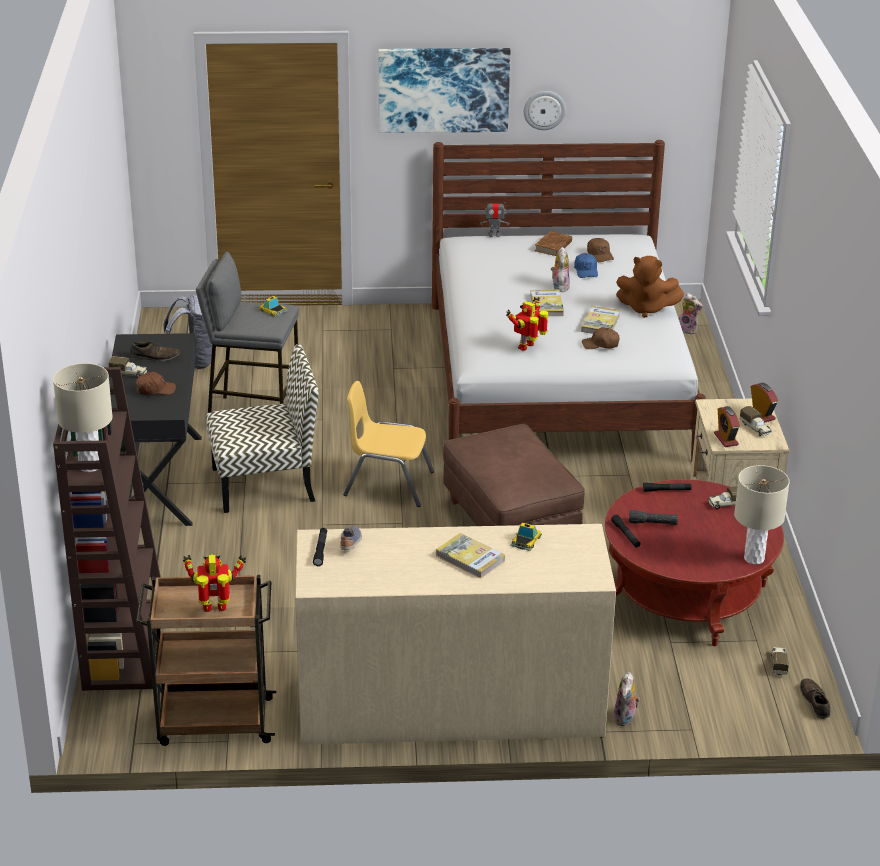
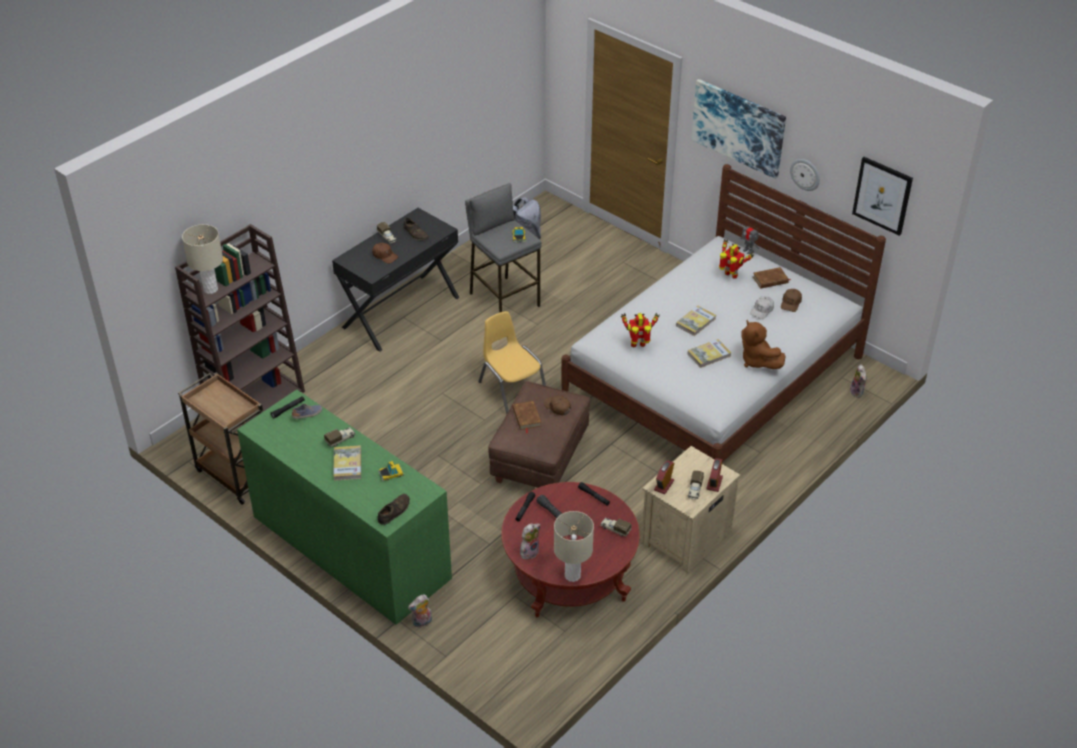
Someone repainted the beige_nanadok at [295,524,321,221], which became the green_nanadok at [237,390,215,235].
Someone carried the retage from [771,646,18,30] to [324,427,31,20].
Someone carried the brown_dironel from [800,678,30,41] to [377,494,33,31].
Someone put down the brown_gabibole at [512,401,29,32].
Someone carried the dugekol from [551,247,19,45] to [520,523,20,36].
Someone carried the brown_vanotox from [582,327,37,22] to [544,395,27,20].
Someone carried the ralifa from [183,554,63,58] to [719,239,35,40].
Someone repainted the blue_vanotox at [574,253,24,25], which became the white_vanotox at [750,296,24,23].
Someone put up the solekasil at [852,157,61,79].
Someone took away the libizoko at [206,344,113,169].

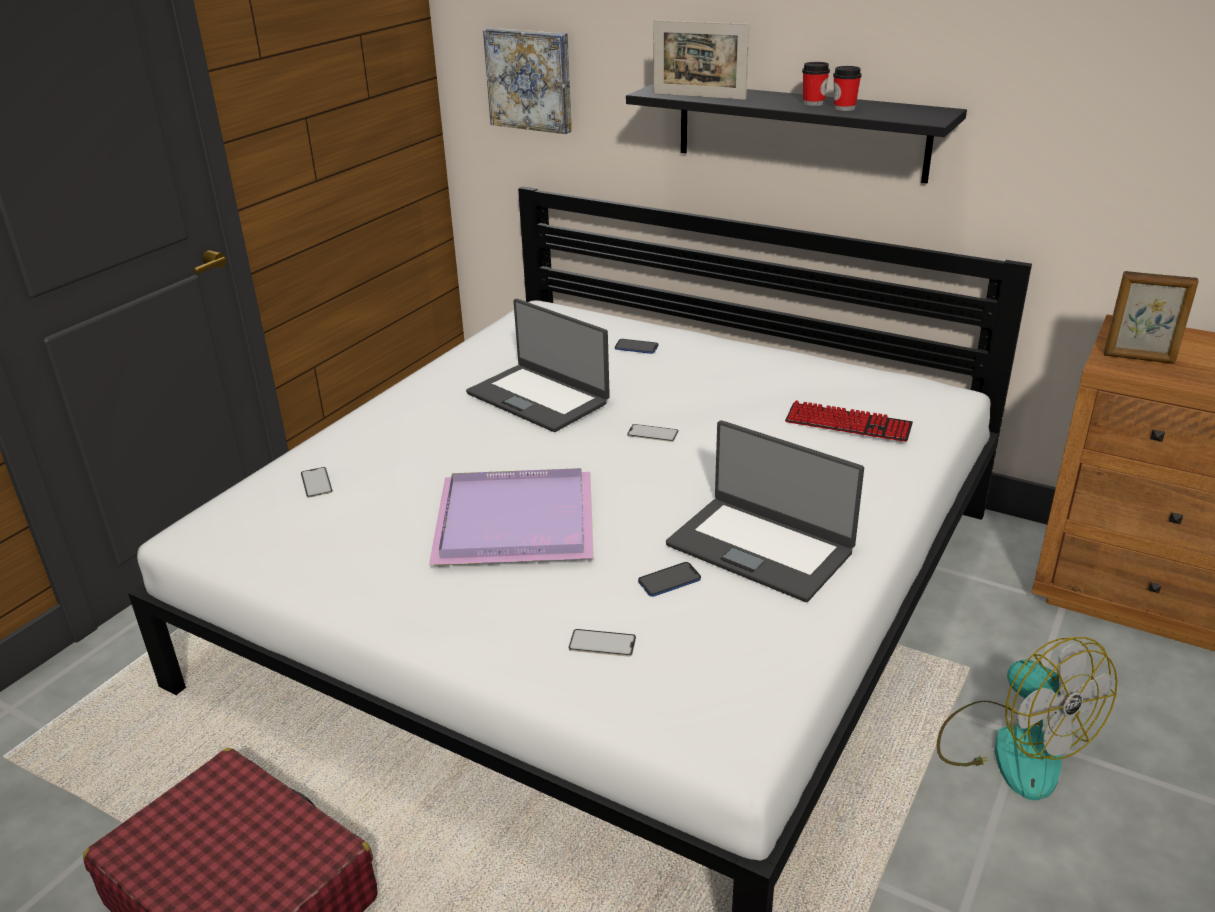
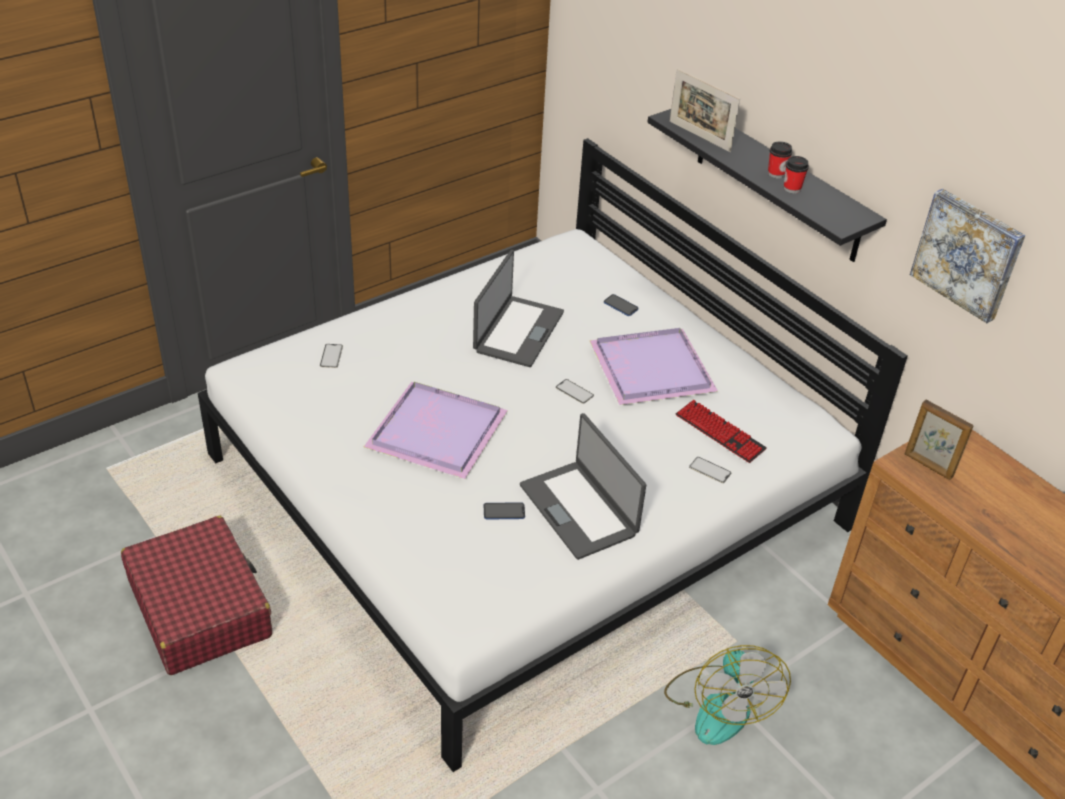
Someone rotated the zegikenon at [466,299,144,133] by 135 degrees counterclockwise.
Someone put down the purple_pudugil at [590,328,128,77].
Someone carried the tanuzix from [569,629,67,28] to [689,457,42,26].
Someone carried the solekasil from [483,28,89,106] to [910,189,115,134].

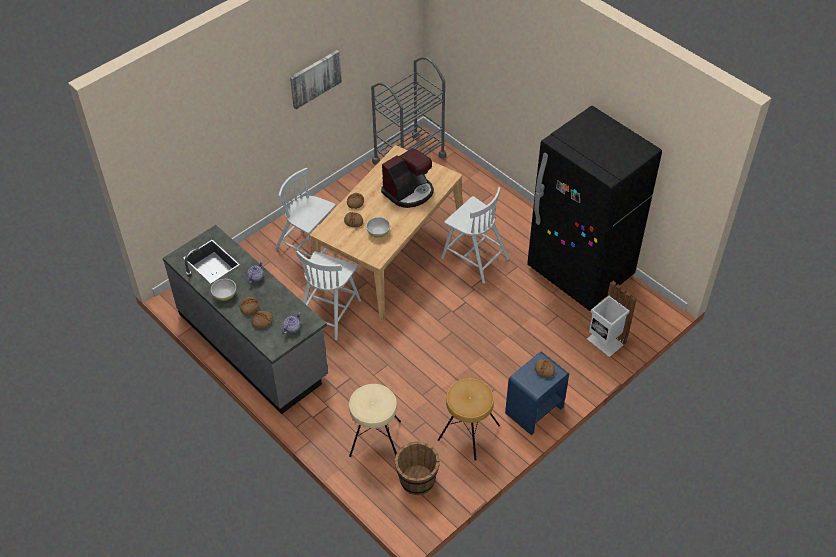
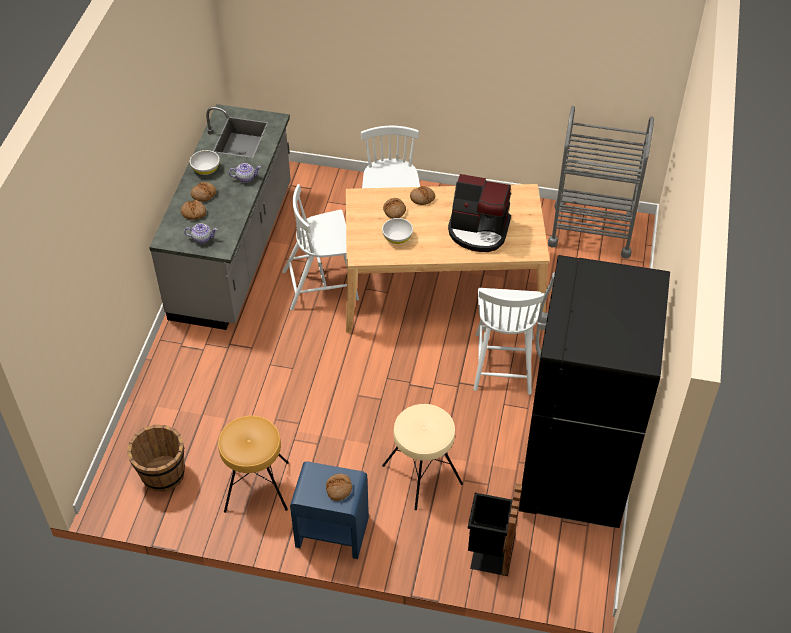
Someone carried the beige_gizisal from [349,384,52,73] to [382,404,81,106].
Someone repainted the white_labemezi at [587,281,50,76], which became the black_labemezi at [468,484,54,92].
Someone took away the solekasil at [290,50,52,59].

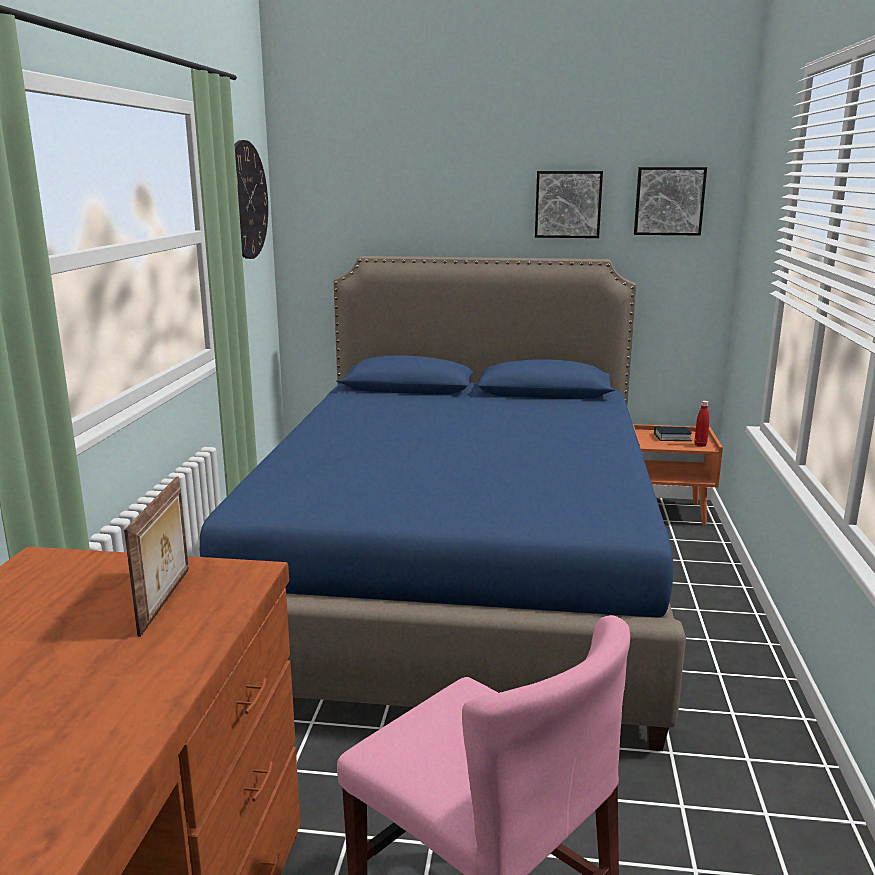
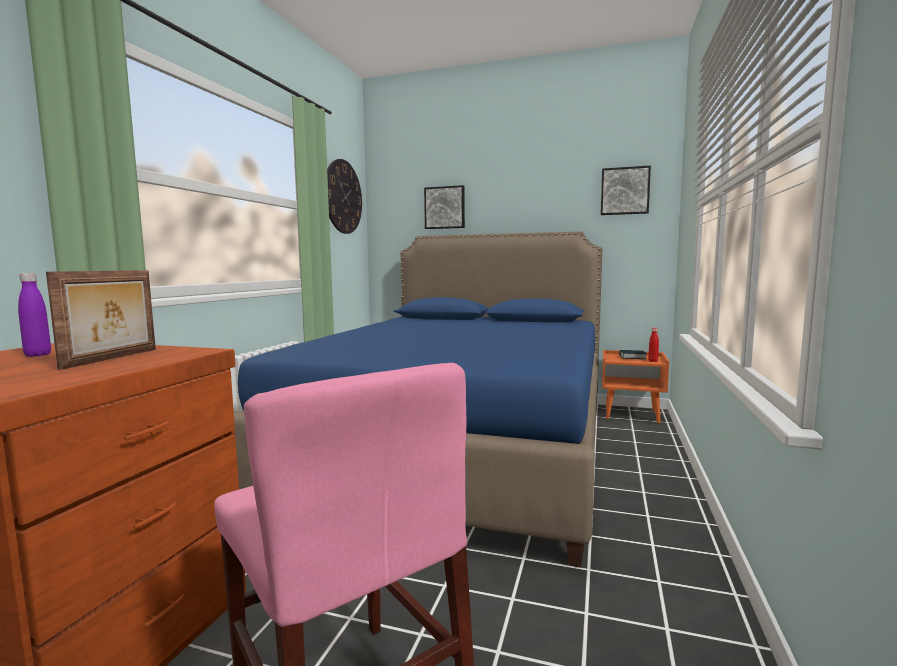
Someone put down the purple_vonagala at [18,274,33,83].
Someone carried the solekasil from [535,171,68,67] to [424,185,41,44].

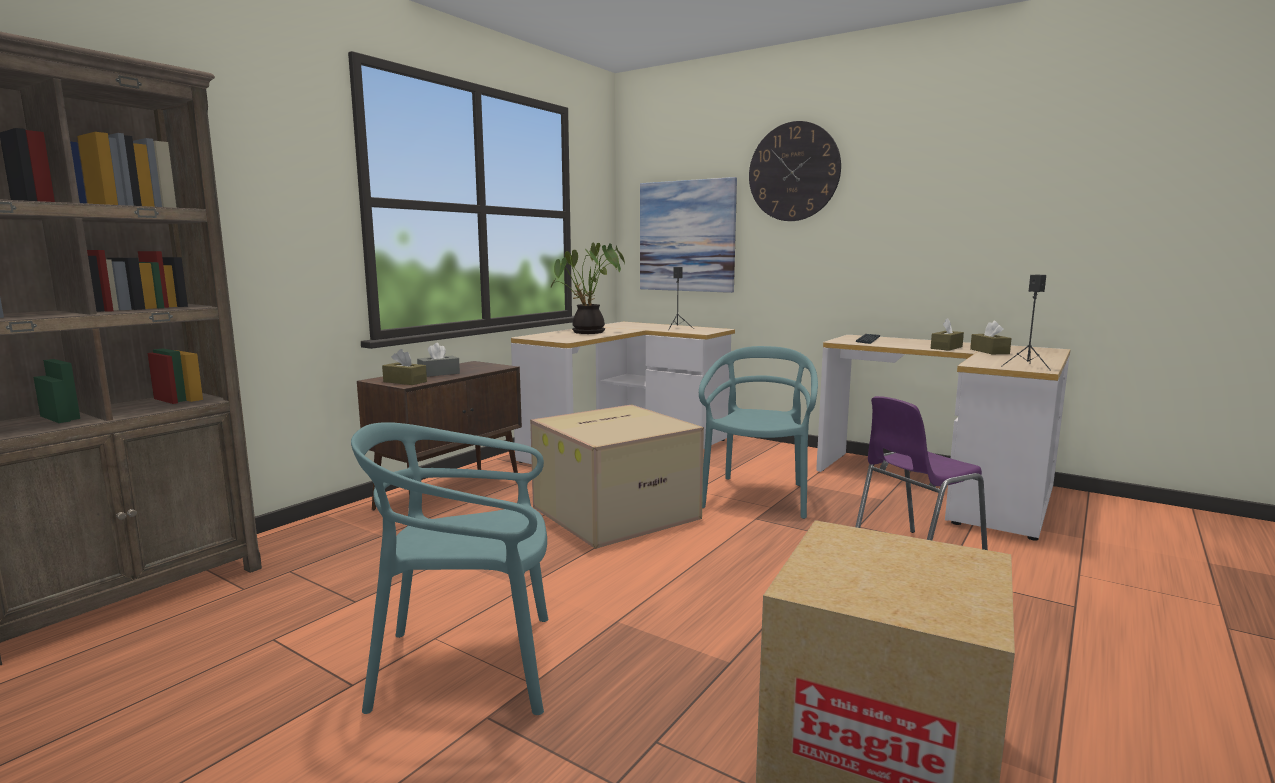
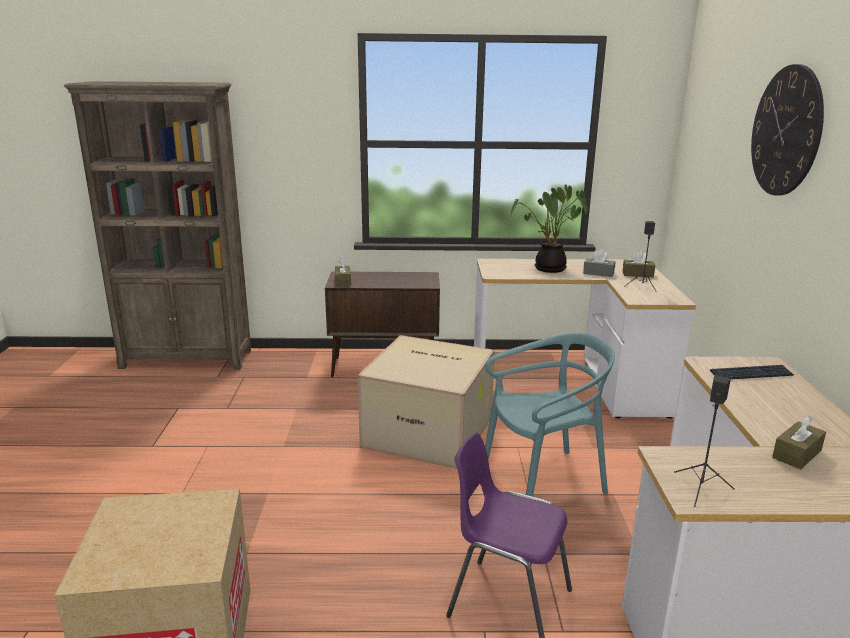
Someone carried the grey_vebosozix from [417,343,43,34] to [583,249,32,28].
Someone carried the brown_vebosozix from [931,318,33,33] to [623,250,32,28].
Someone took away the turquoise_libizoko at [351,422,197,293].
Someone took away the solekasil at [640,177,97,116].

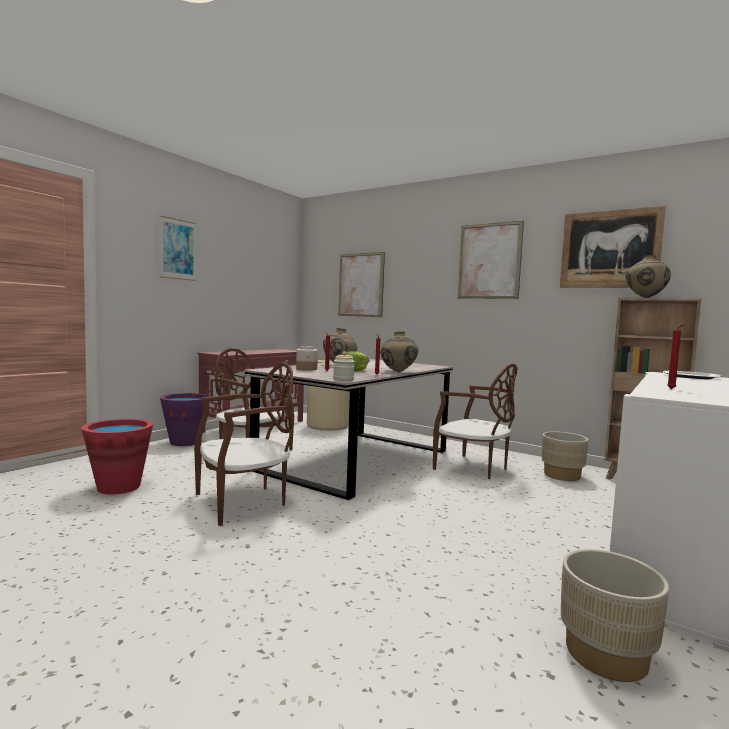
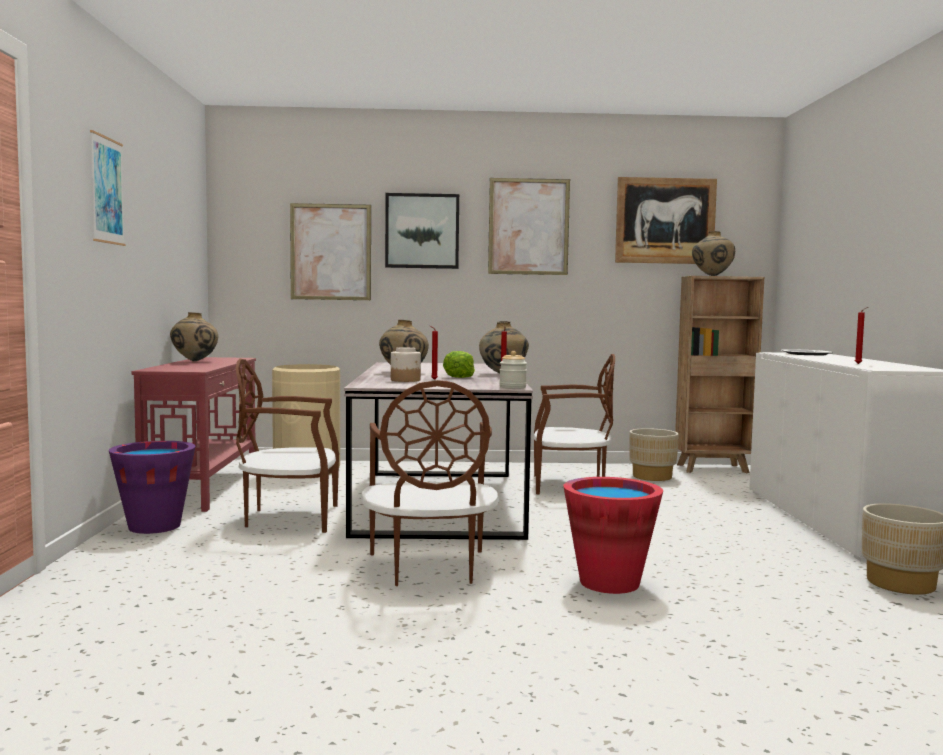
Someone put down the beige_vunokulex at [170,312,48,49].
Someone rotated the brown_libizoko at [194,362,99,164] by 150 degrees clockwise.
Someone put up the solekasil at [385,193,74,76].
Someone carried the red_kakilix from [81,419,72,75] to [563,477,100,117].

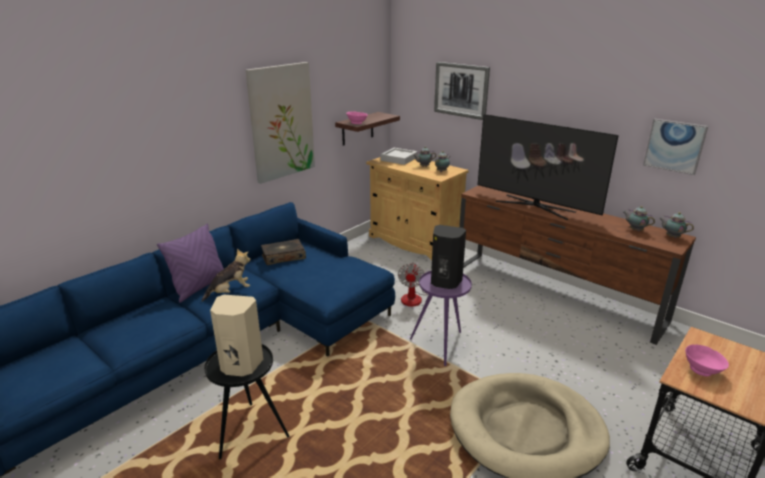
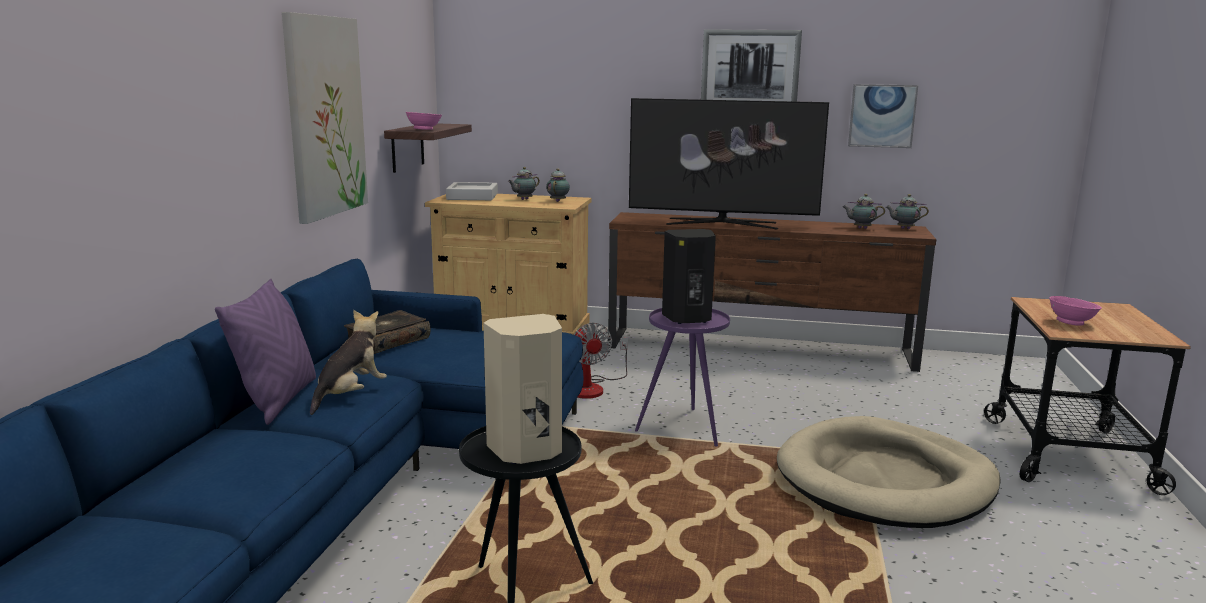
Someone carried the solekasil from [434,62,56,58] to [701,29,101,73].

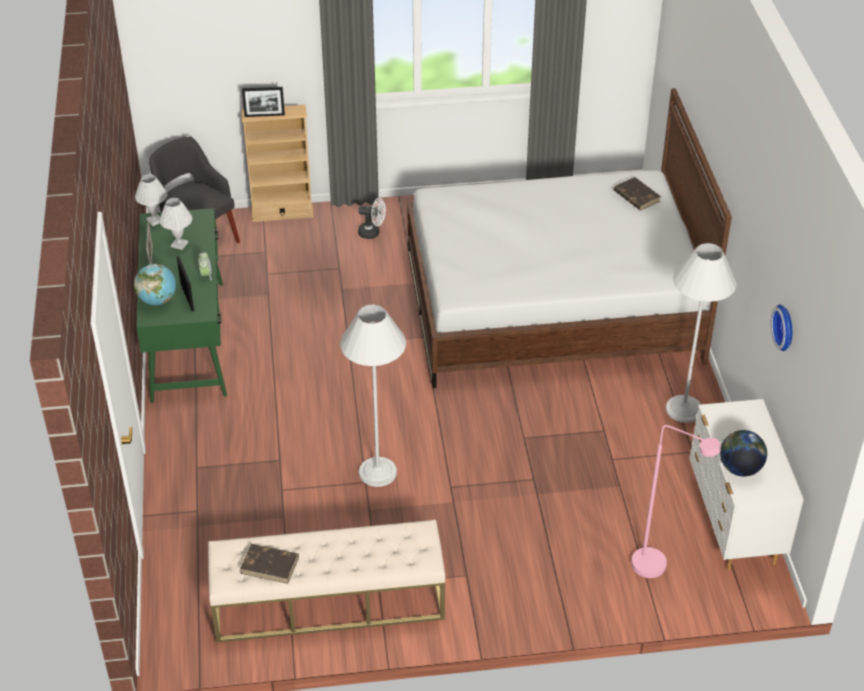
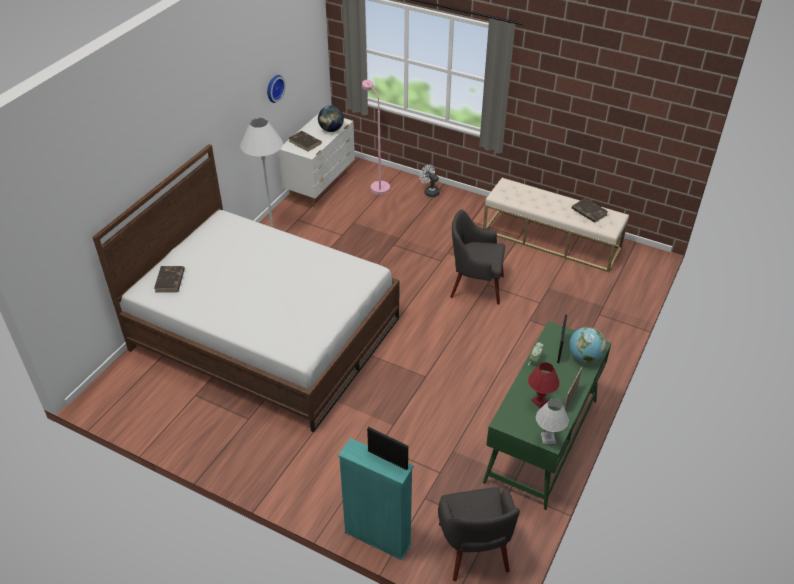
Someone put down the brown_gabibole at [289,131,33,21].
Someone repainted the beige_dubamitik at [241,104,73,118], which became the turquoise_dubamitik at [338,438,76,122].
Someone carried the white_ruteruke from [358,198,28,41] to [419,164,21,33].
Someone swapped the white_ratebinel at [340,305,66,182] for the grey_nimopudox at [450,209,55,96].
Someone repainted the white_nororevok at [159,198,33,52], which became the red_nororevok at [528,362,32,46].

